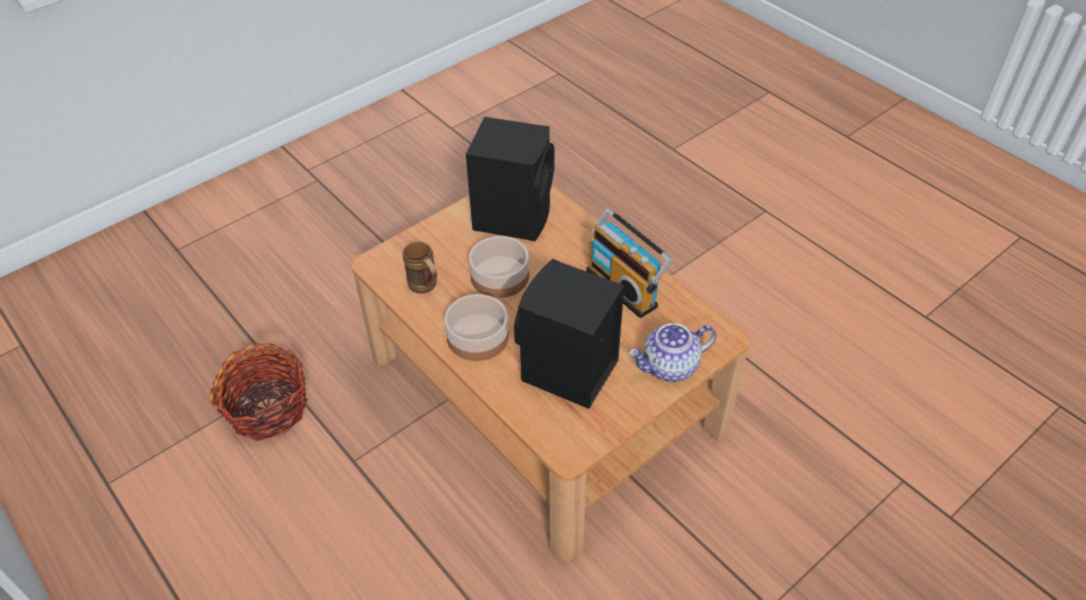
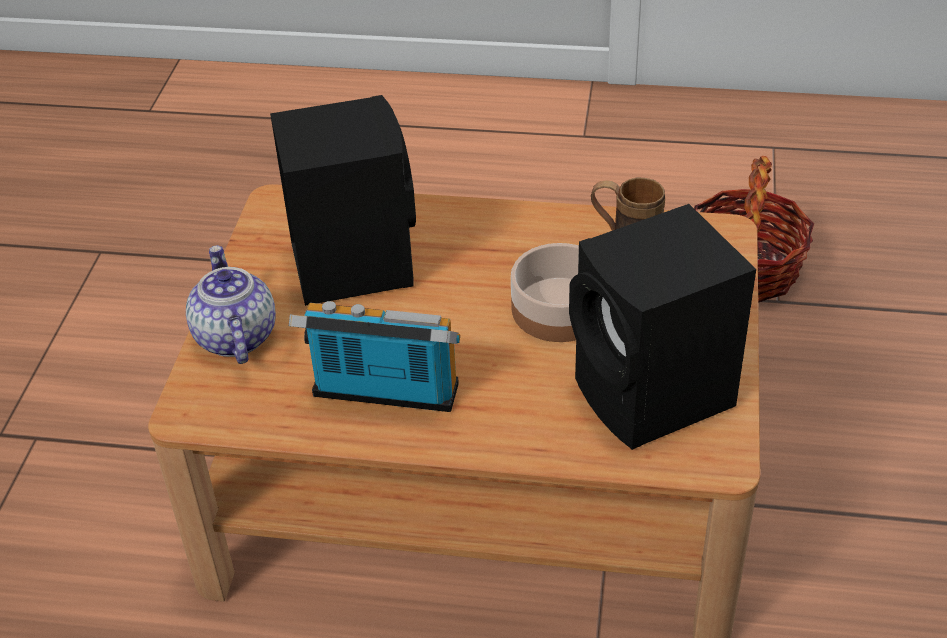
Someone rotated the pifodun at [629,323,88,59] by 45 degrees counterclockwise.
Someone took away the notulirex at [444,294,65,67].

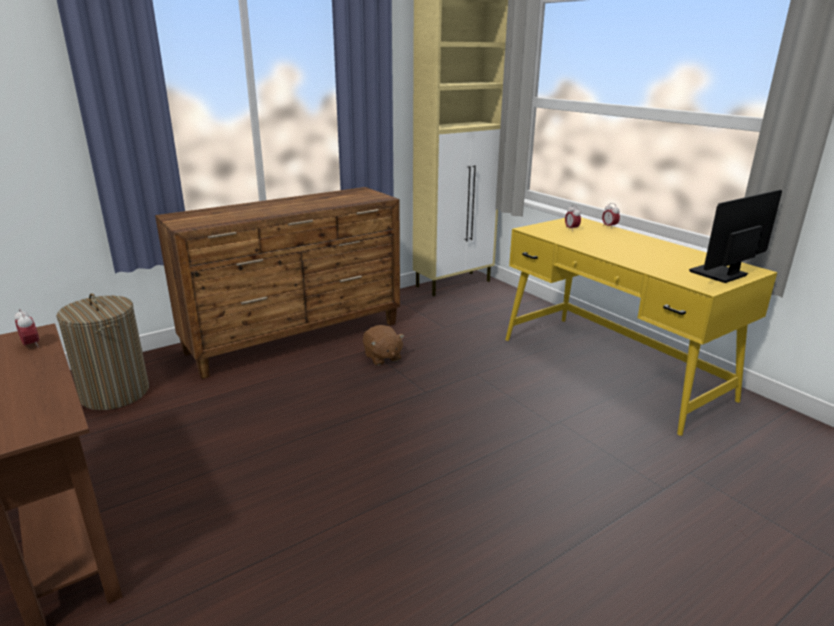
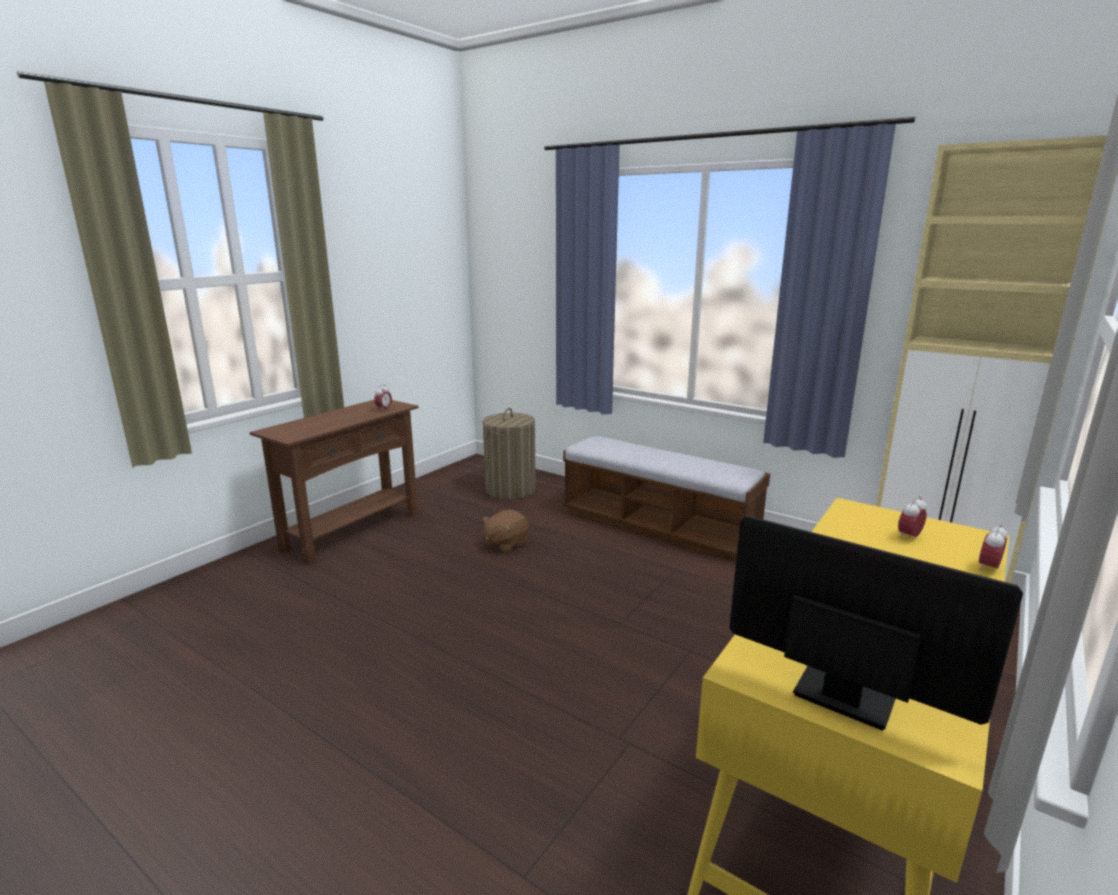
Someone carried the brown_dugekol from [363,325,41,41] to [482,510,47,43].
Someone swapped the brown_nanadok at [155,187,245,192] for the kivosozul at [563,436,207,125].

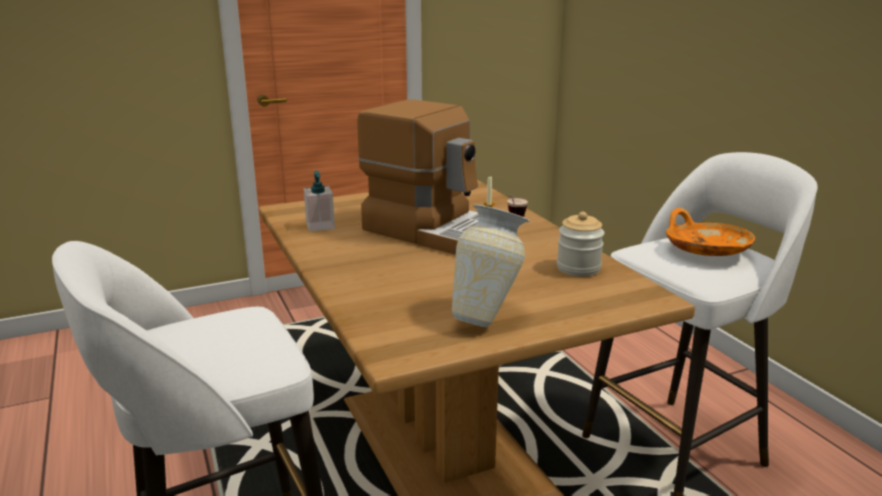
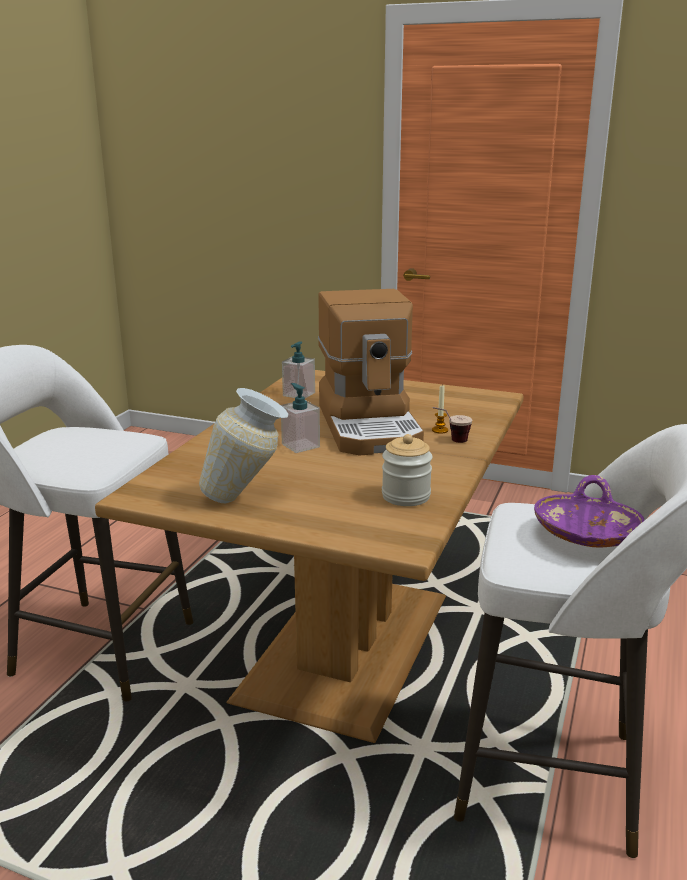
Someone put down the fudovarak at [281,383,39,70].
Someone repainted the orange_notulirex at [666,208,89,48], which became the purple_notulirex at [534,475,111,73].

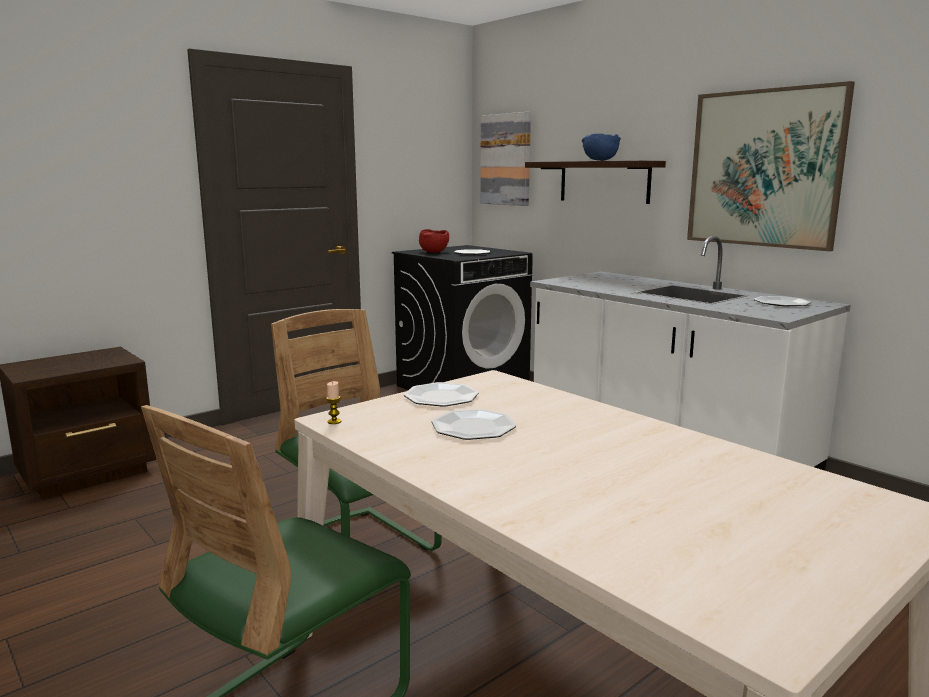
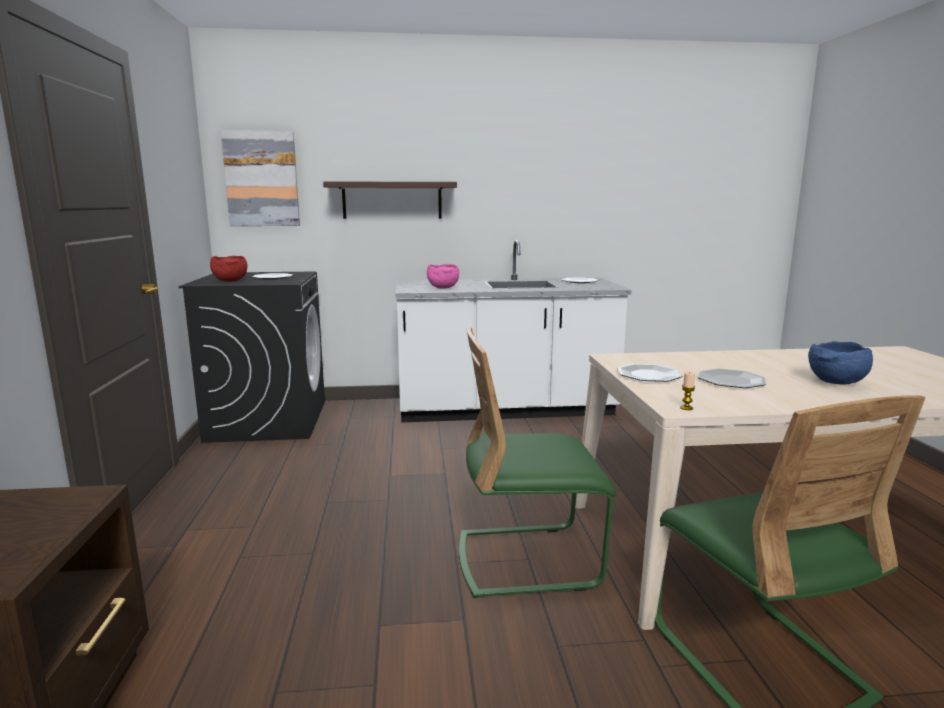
Someone put down the pink_notulirex at [427,264,32,25].
Someone carried the blue_notulirex from [582,133,39,28] to [808,341,65,43].
Someone took away the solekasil at [687,81,168,170].

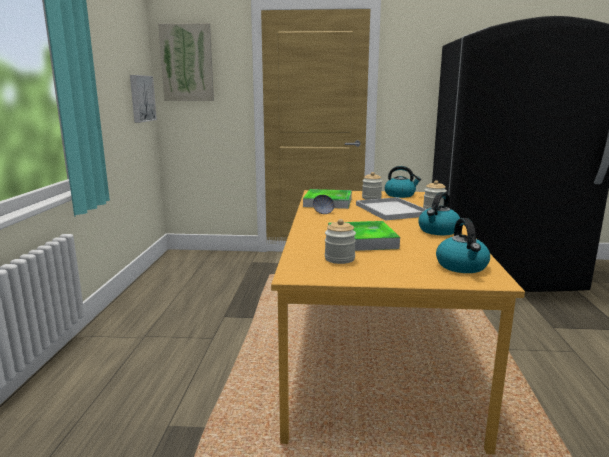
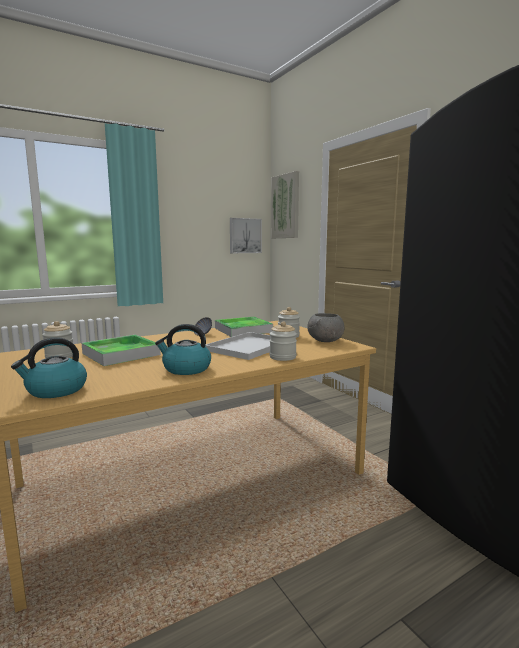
Someone swapped the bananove at [385,166,36,32] for the grey_notulirex at [307,313,37,29].

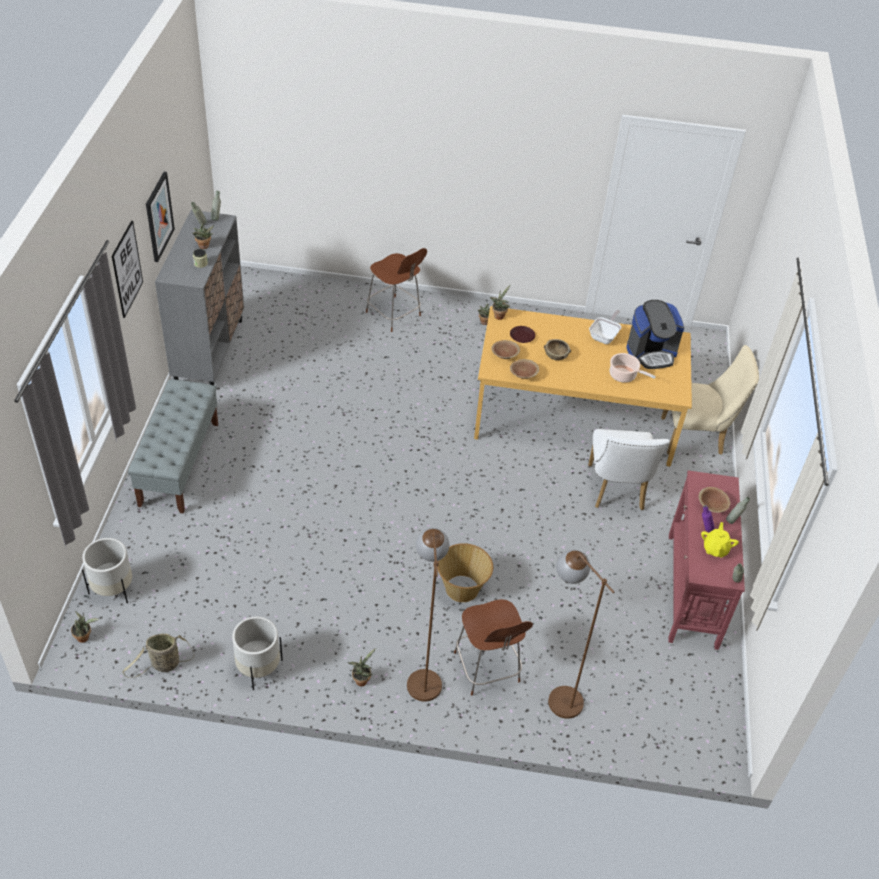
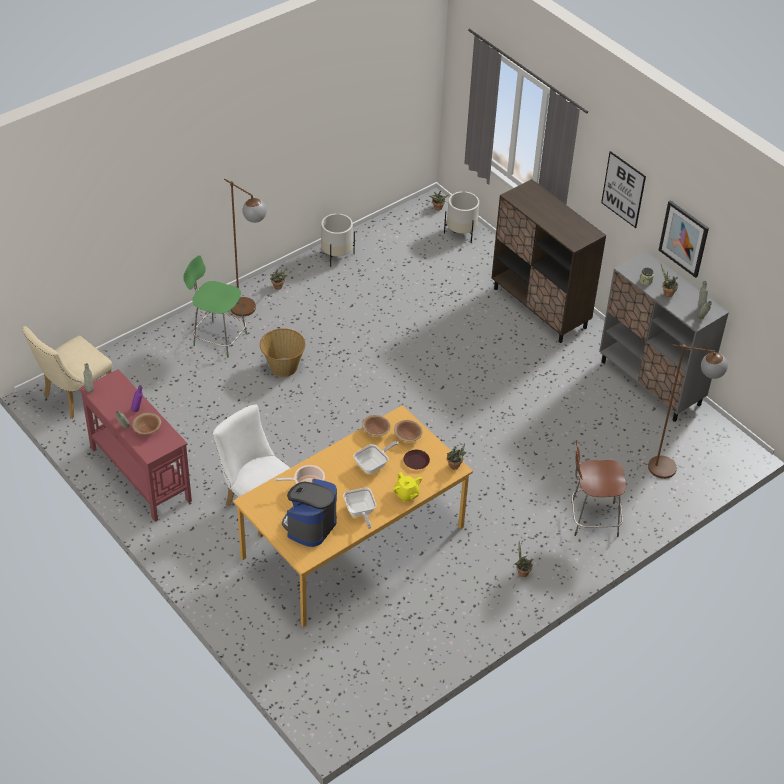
Someone carried the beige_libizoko from [661,345,98,110] to [22,326,91,93].
Someone repainted the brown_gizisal at [454,599,79,96], which became the green_gizisal at [183,255,64,103].
Someone swapped the brown_notulirex at [544,339,27,21] for the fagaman at [353,441,46,33].
Someone carried the yellow_pifodun from [701,522,38,36] to [393,472,29,30].
Someone swapped the grey_kivosozul at [128,380,90,134] for the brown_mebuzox at [491,179,115,164].
Someone carried the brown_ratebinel from [548,550,66,169] to [648,344,80,135].
Someone took away the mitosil at [122,634,72,44].

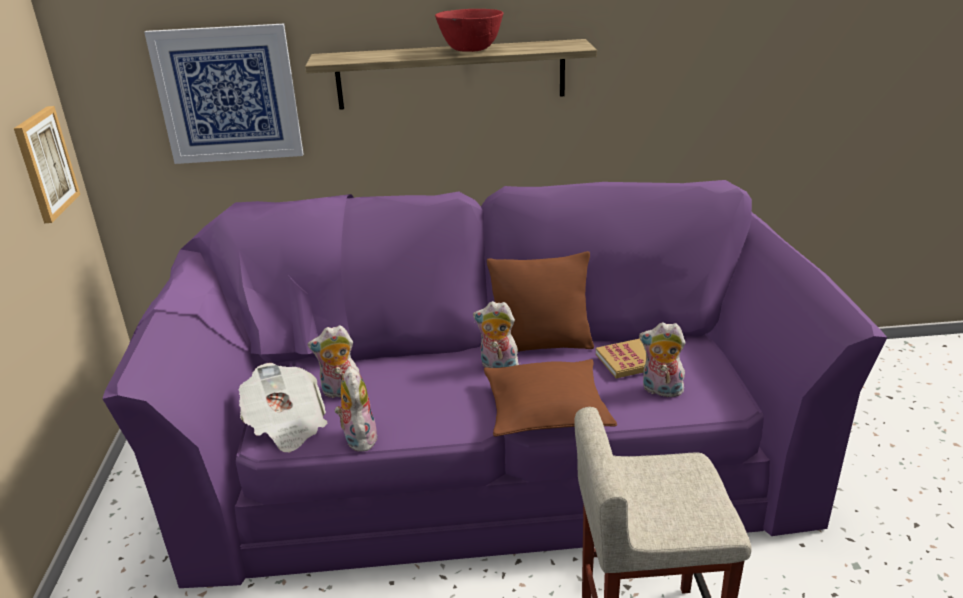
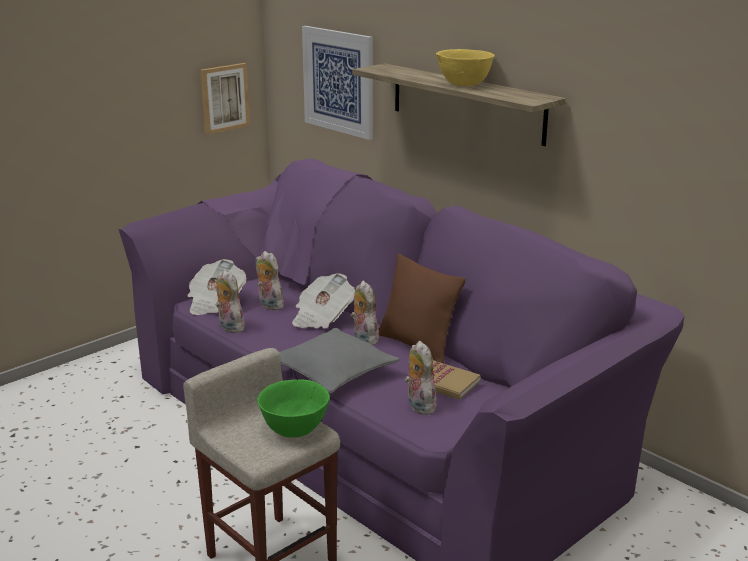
Someone rotated the dugekol at [335,366,43,86] by 75 degrees counterclockwise.
Someone put down the green_notulirex at [257,379,73,59].
Someone repainted the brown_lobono at [484,359,133,77], which became the grey_lobono at [279,328,121,66].
Someone put down the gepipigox at [292,273,63,55].
Someone repainted the red_notulirex at [435,9,69,43], which became the yellow_notulirex at [436,49,58,37].

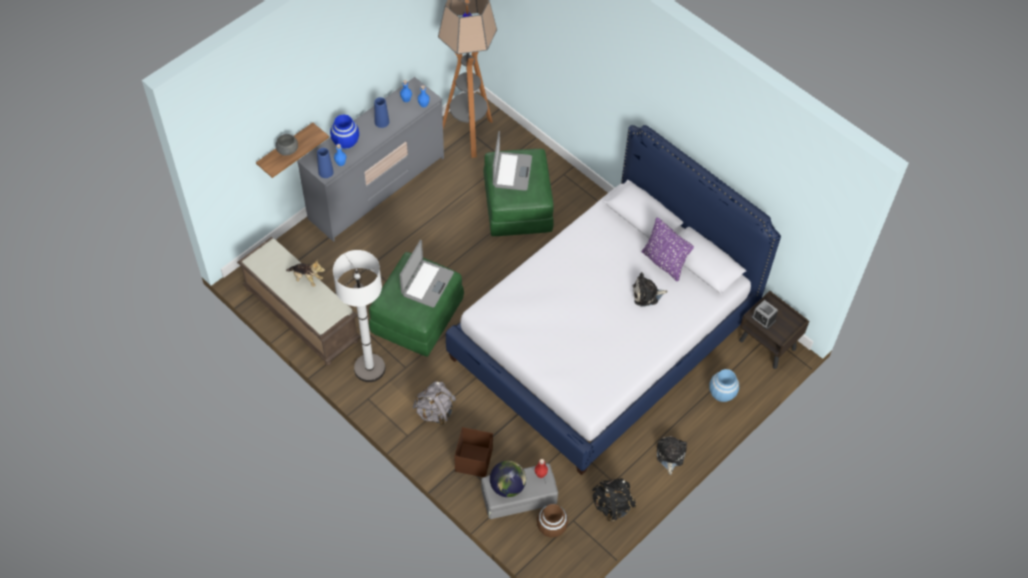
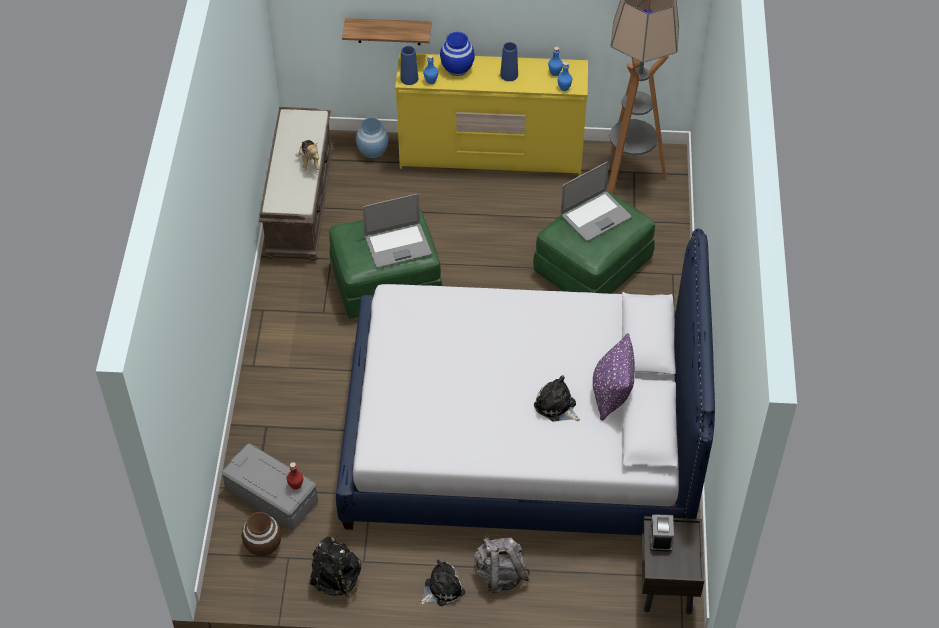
Someone carried the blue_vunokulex from [710,369,29,33] to [356,118,33,41].
Someone repainted the grey_nanadok at [297,77,147,165], which became the yellow_nanadok at [395,53,193,123].
Someone carried the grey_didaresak from [413,381,44,45] to [474,536,56,57].
Someone took away the grey_notulirex at [276,134,22,22].
Someone took away the white_ratebinel at [333,250,52,132].
Someone took away the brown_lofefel at [454,427,39,50].
Someone took away the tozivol at [490,461,36,36].

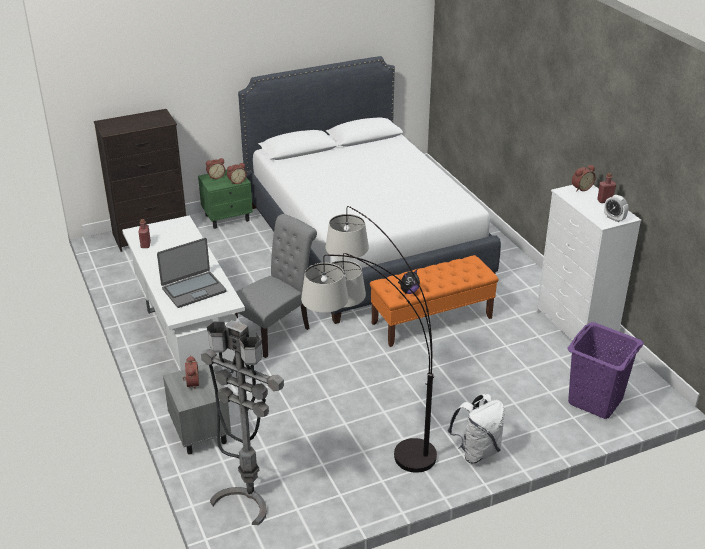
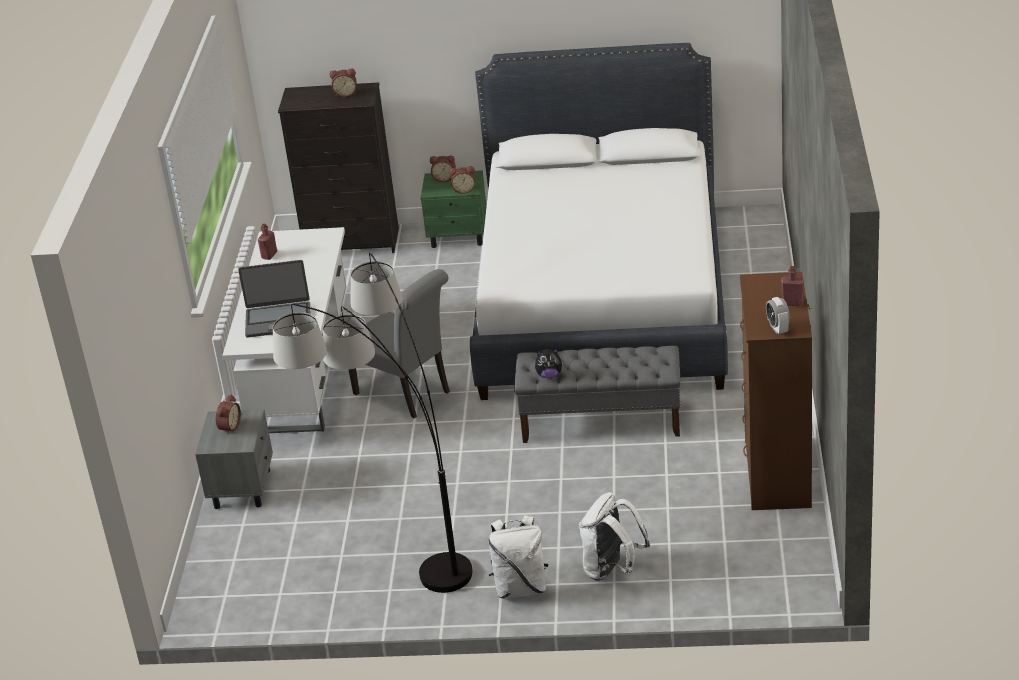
Someone carried the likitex from [572,165,24,27] to [329,69,27,28].
Someone rotated the grey_libizoko at [235,214,82,144] by 60 degrees clockwise.
Someone repainted the orange_kivosozul at [370,255,129,92], which became the grey_kivosozul at [515,346,165,97].
Someone put down the white_didaresak at [579,492,71,89].
Someone repainted the white_nanadok at [537,185,104,165], which became the brown_nanadok at [740,272,72,238].
Someone took away the grey_ratebinel at [201,320,83,205].
Someone took away the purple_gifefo at [568,322,76,97].

